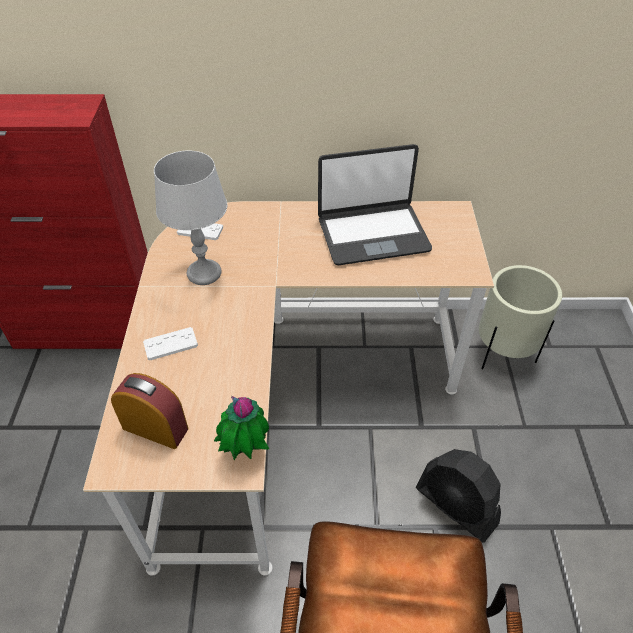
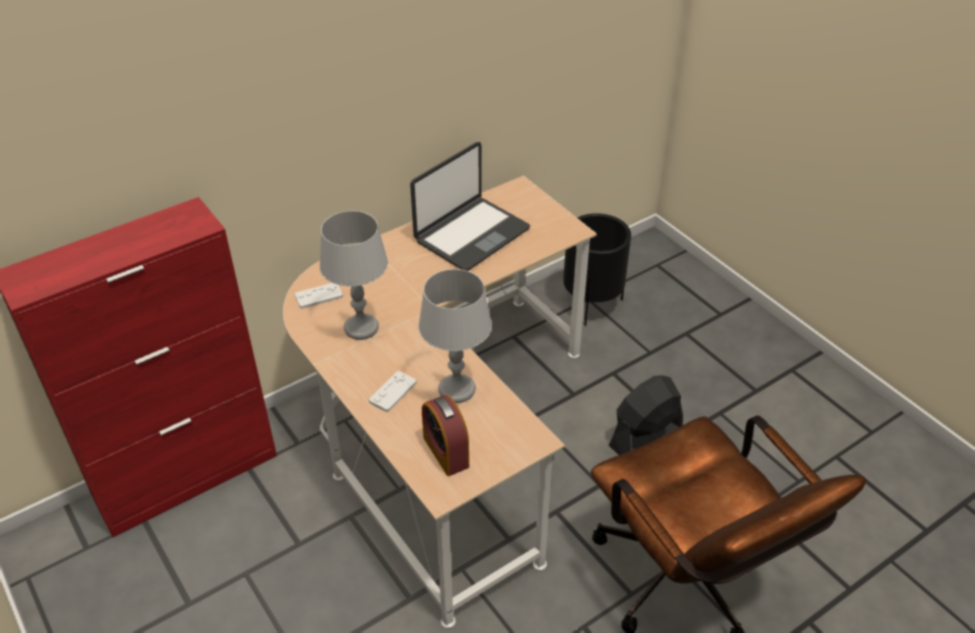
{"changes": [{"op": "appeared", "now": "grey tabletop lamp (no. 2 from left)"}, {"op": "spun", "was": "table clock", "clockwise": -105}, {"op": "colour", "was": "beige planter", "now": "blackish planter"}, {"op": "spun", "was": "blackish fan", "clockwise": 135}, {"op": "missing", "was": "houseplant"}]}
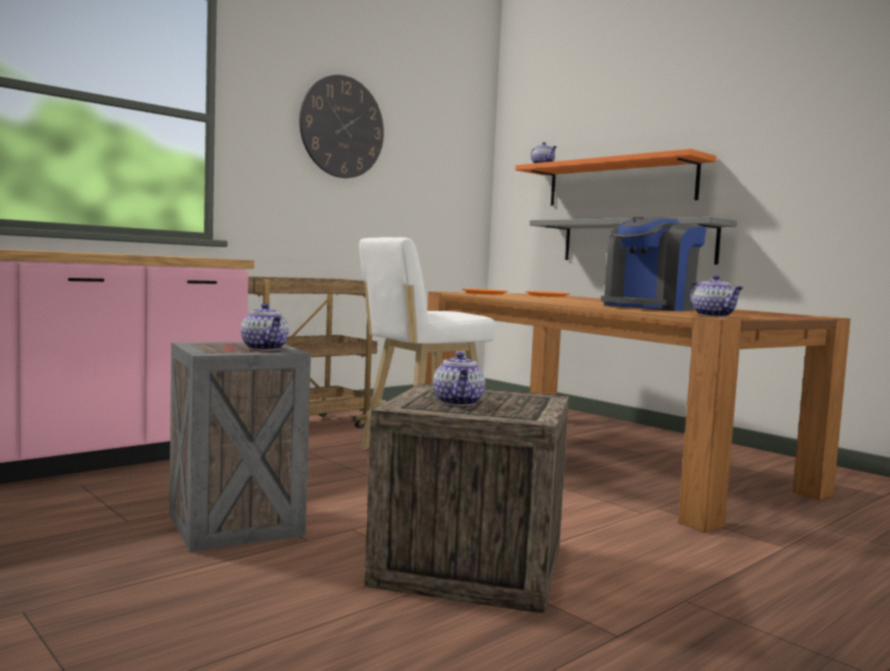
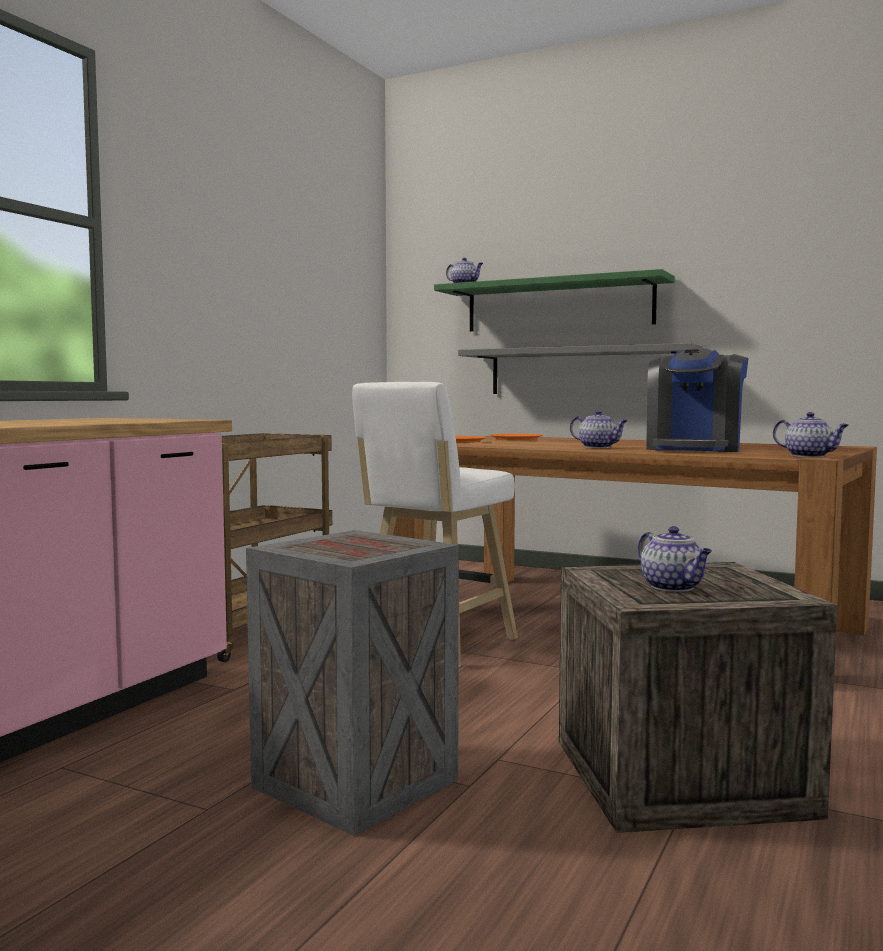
{"changes": [{"op": "colour", "was": "orange shelf", "now": "green shelf"}, {"op": "relocated", "was": "tea pot (no. 1 from left in the first image)", "now": "tea pot (no. 2 from left)"}, {"op": "missing", "was": "hanging clock"}]}
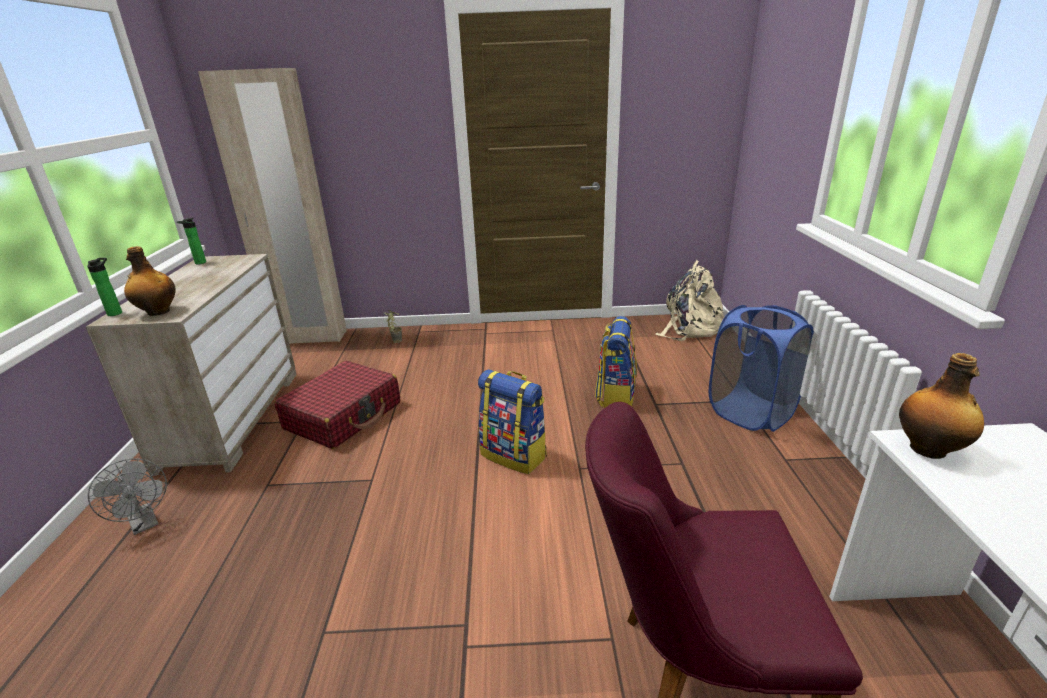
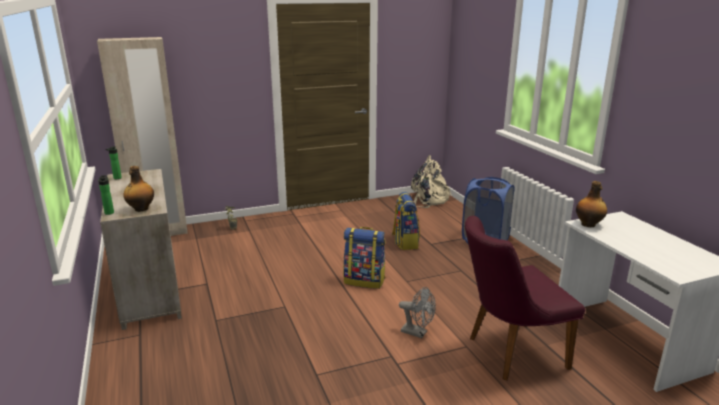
{"changes": [{"op": "relocated", "was": "grey fan"}, {"op": "missing", "was": "red suitcase"}]}
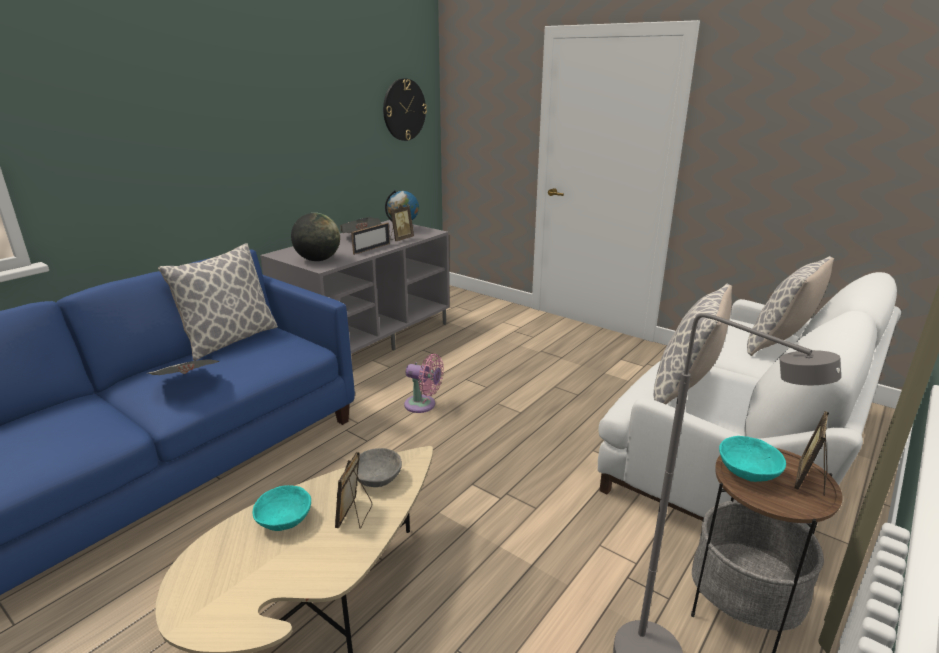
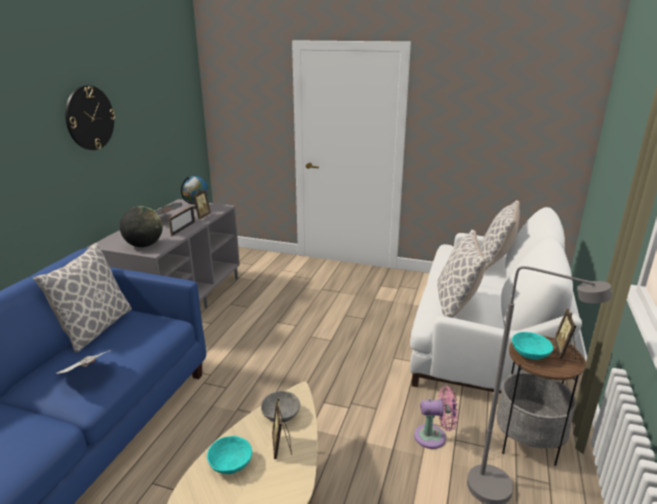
{"changes": [{"op": "relocated", "was": "hanging clock"}, {"op": "relocated", "was": "pink-coloured fan"}]}
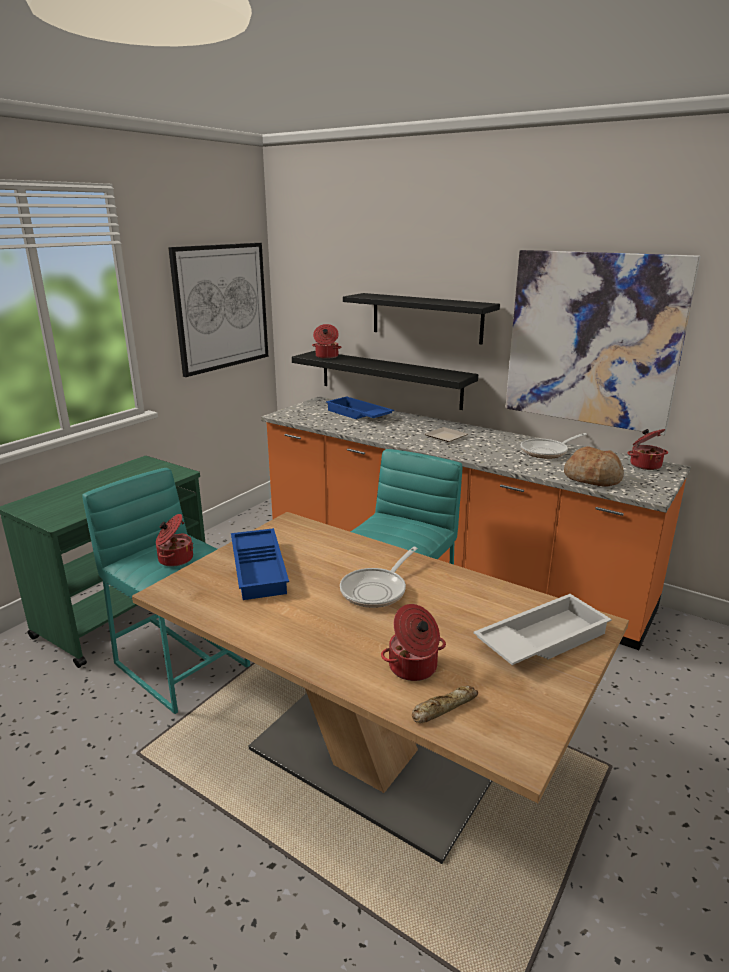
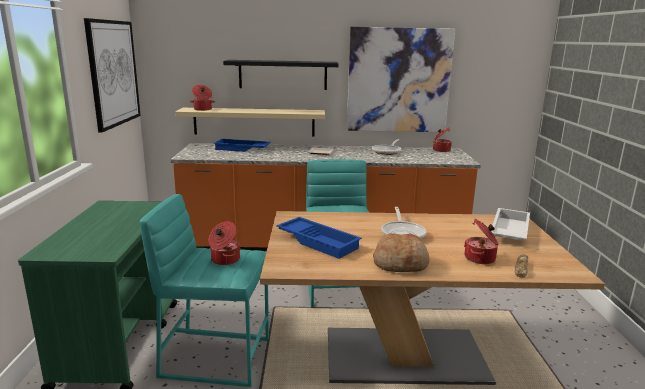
{"changes": [{"op": "colour", "was": "blackish shelf (no. 1 from left)", "now": "beige shelf"}, {"op": "relocated", "was": "baked bread (no. 2 from left in the first image)", "now": "baked bread (no. 1 from left)"}]}
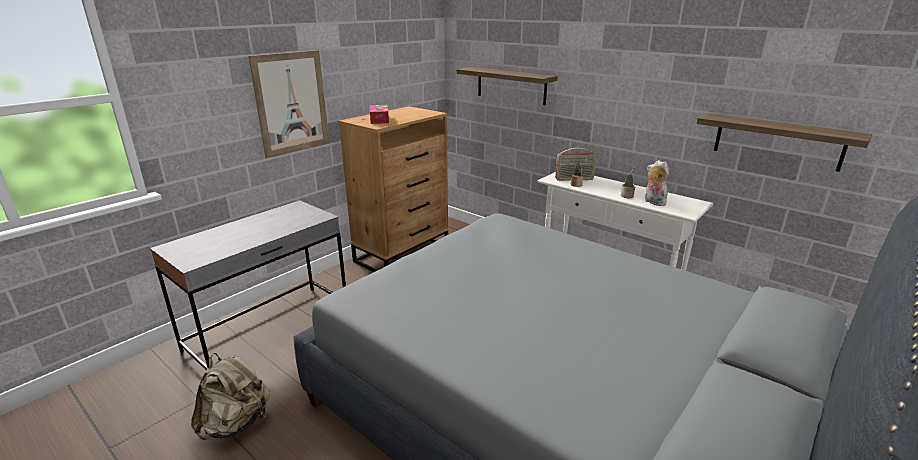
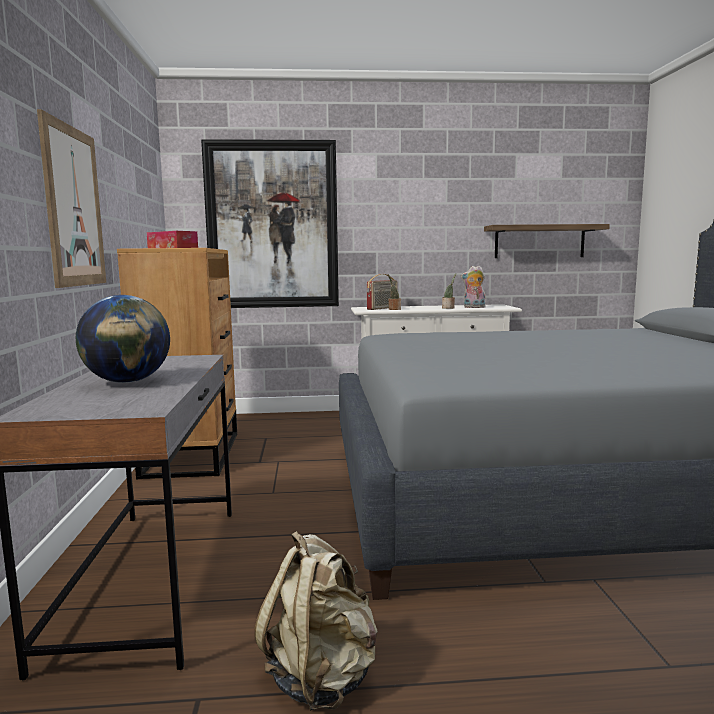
{"changes": [{"op": "appeared", "now": "globe"}, {"op": "exchanged", "was": "shelf (no. 1 from left)", "now": "wall picture (no. 2 from left)"}]}
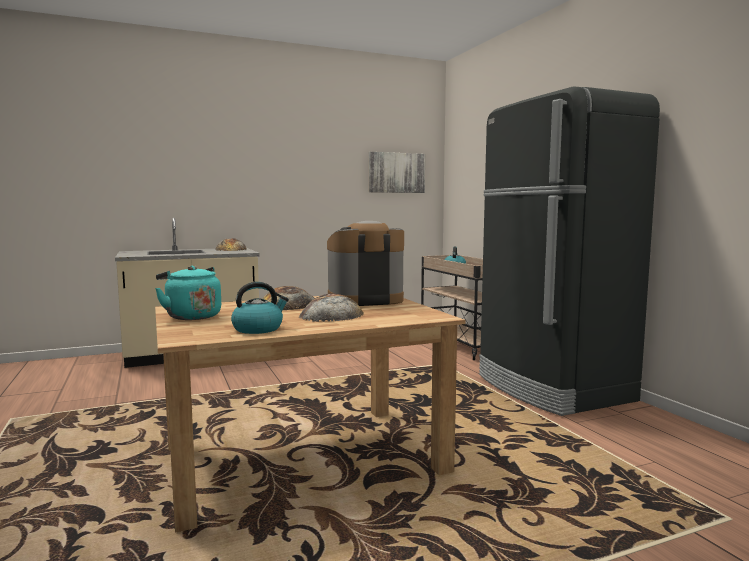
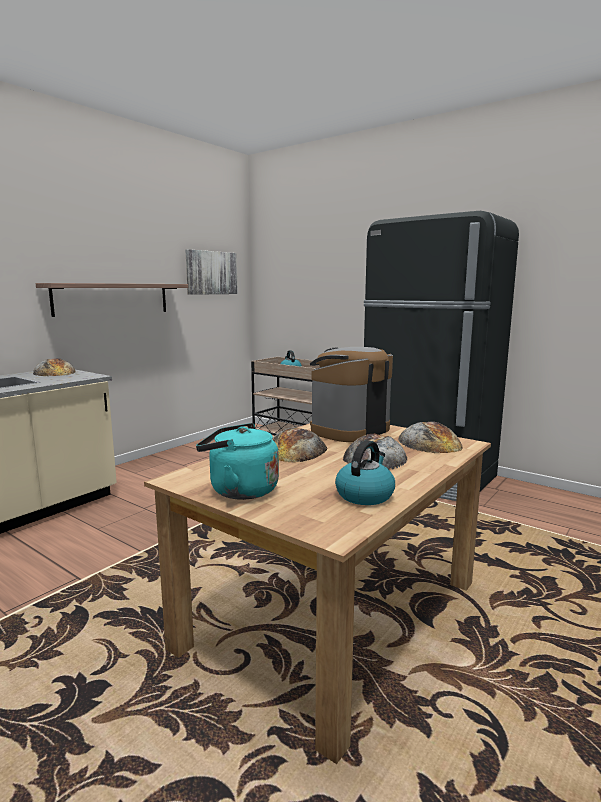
{"changes": [{"op": "appeared", "now": "shelf"}, {"op": "appeared", "now": "baked bread (no. 4 from left)"}]}
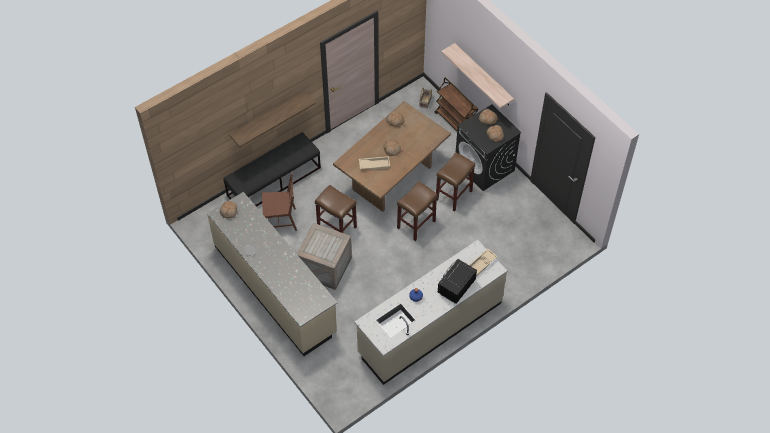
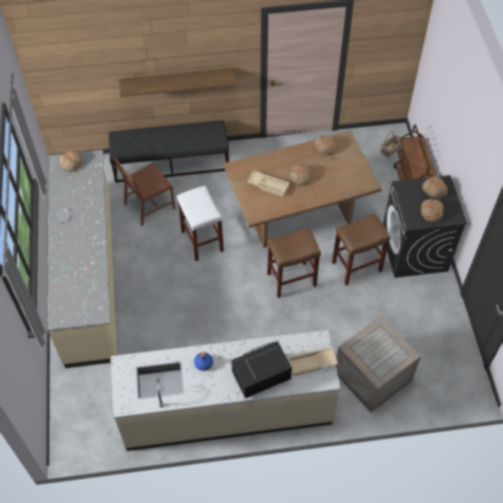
{"changes": [{"op": "spun", "was": "brown plain chair", "clockwise": 120}, {"op": "colour", "was": "brown stool (no. 1 from left)", "now": "white-coloured stool"}, {"op": "relocated", "was": "packing crate"}, {"op": "missing", "was": "shelf (no. 2 from left)"}]}
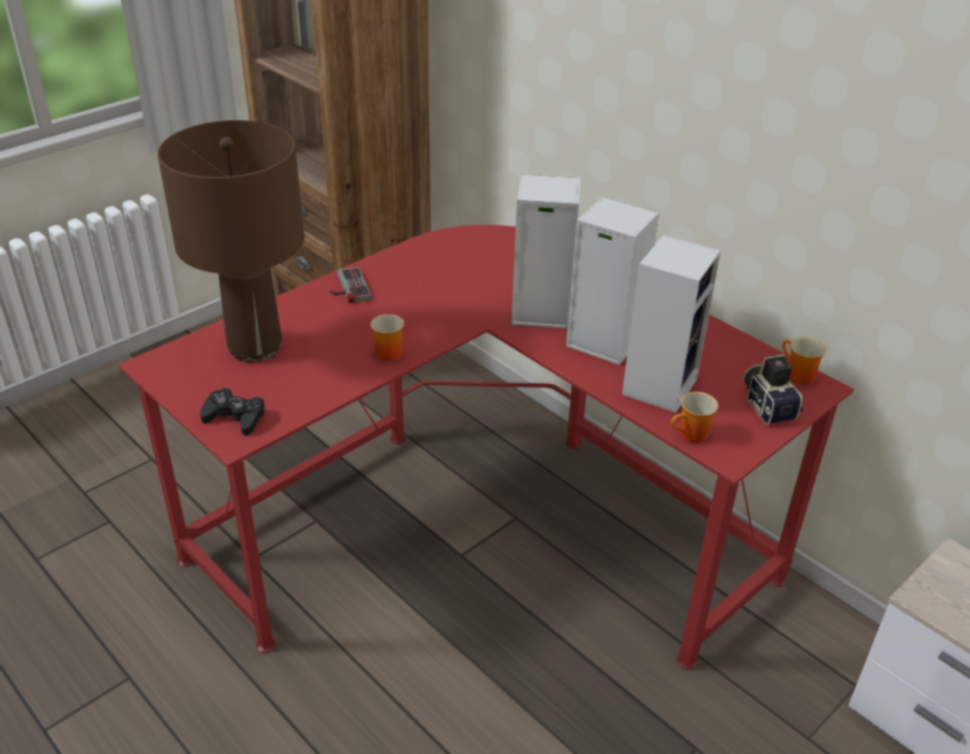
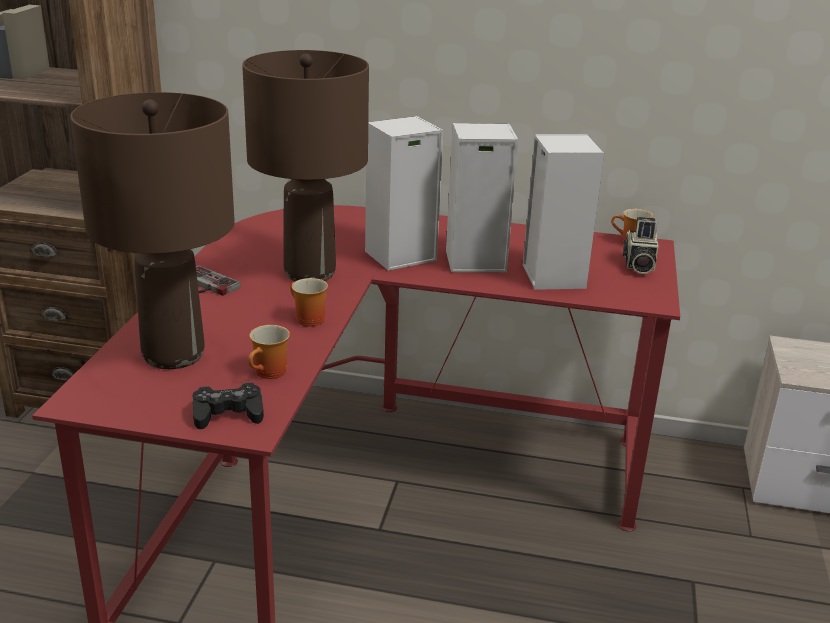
{"changes": [{"op": "appeared", "now": "brown tabletop lamp (no. 2 from left)"}, {"op": "relocated", "was": "tea mug (no. 2 from left in the first image)", "now": "tea mug (no. 1 from left)"}, {"op": "spun", "was": "still camera", "clockwise": -120}]}
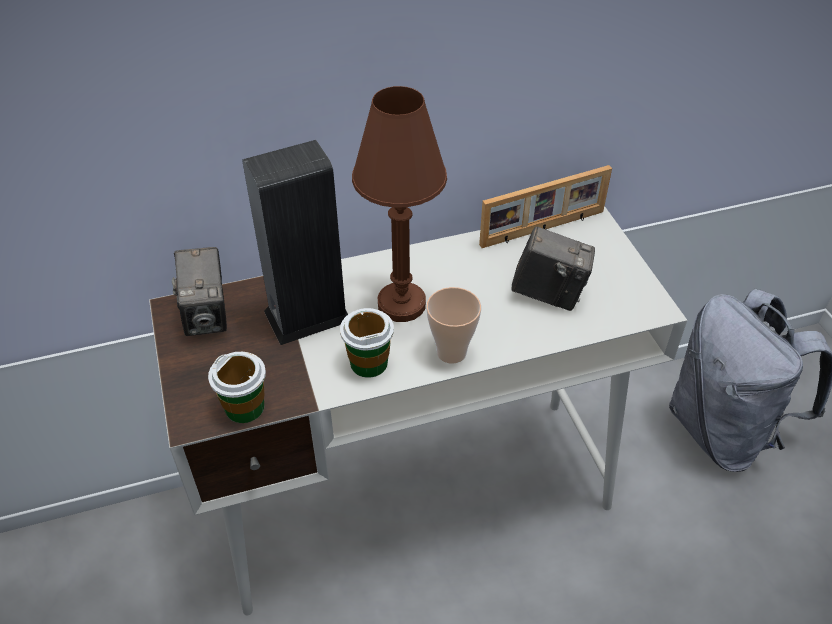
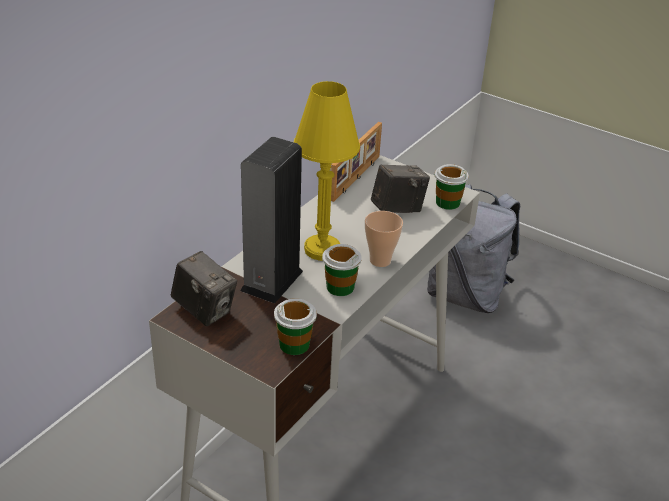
{"changes": [{"op": "colour", "was": "brown tabletop lamp", "now": "yellow tabletop lamp"}, {"op": "appeared", "now": "small cup (no. 4 from left)"}]}
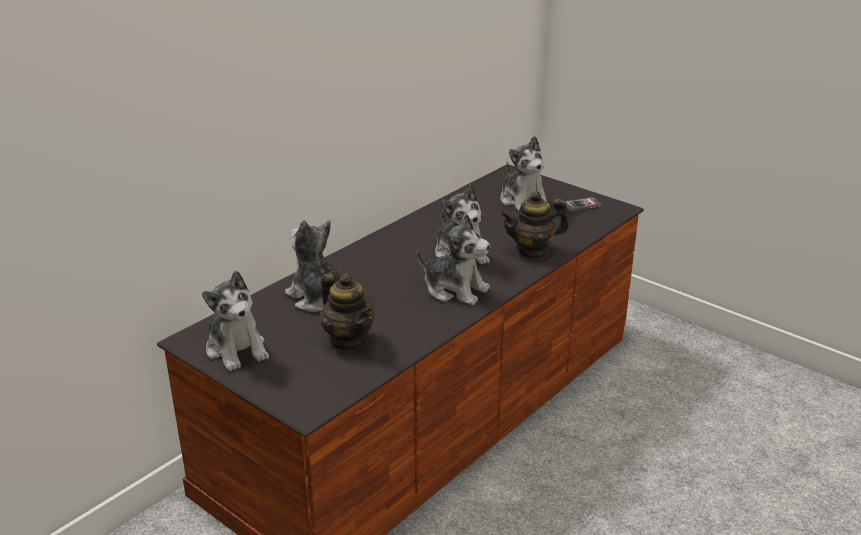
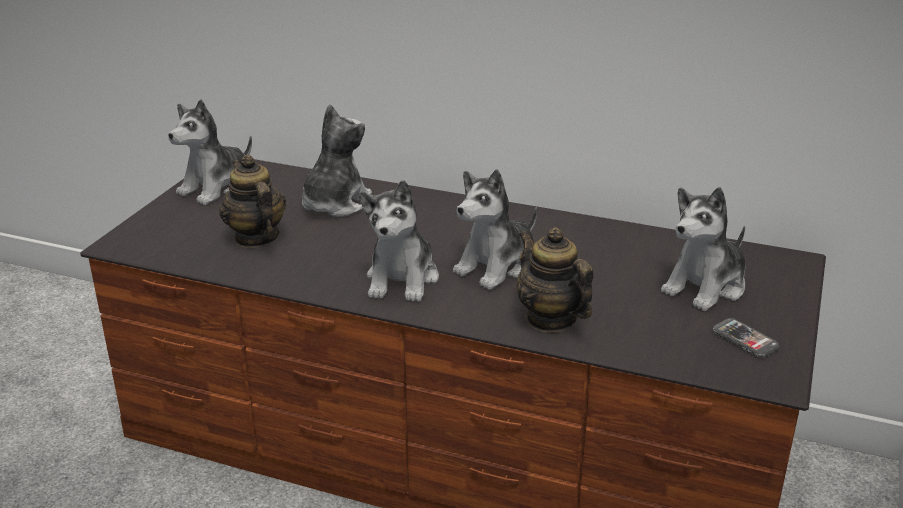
{"changes": [{"op": "spun", "was": "tea pot (no. 1 from left)", "clockwise": 120}]}
